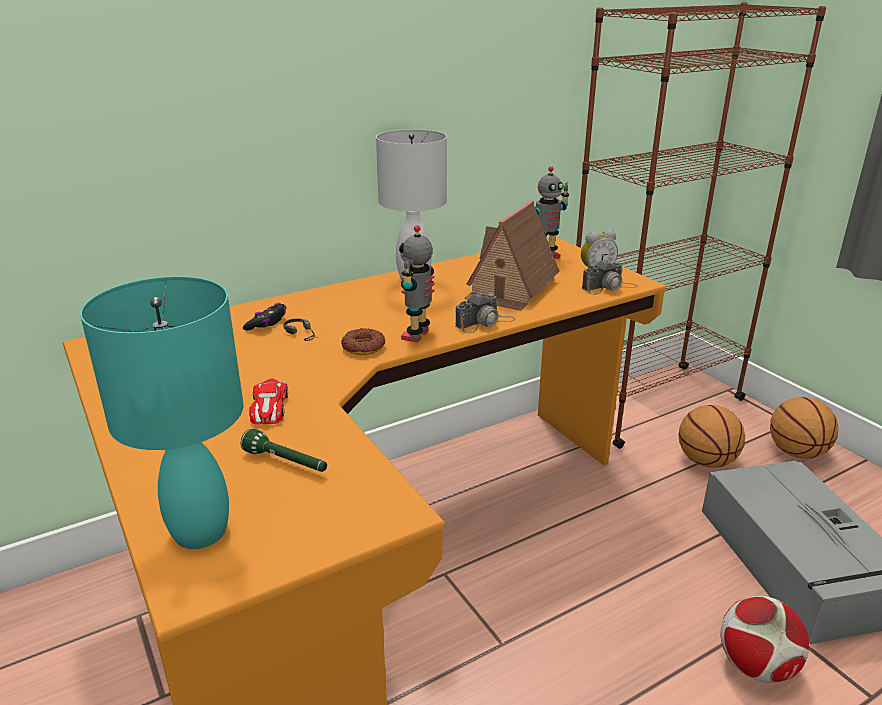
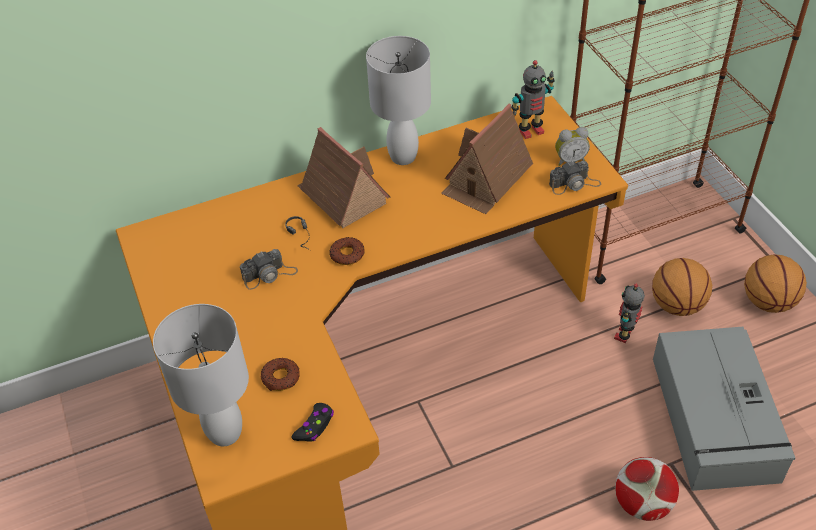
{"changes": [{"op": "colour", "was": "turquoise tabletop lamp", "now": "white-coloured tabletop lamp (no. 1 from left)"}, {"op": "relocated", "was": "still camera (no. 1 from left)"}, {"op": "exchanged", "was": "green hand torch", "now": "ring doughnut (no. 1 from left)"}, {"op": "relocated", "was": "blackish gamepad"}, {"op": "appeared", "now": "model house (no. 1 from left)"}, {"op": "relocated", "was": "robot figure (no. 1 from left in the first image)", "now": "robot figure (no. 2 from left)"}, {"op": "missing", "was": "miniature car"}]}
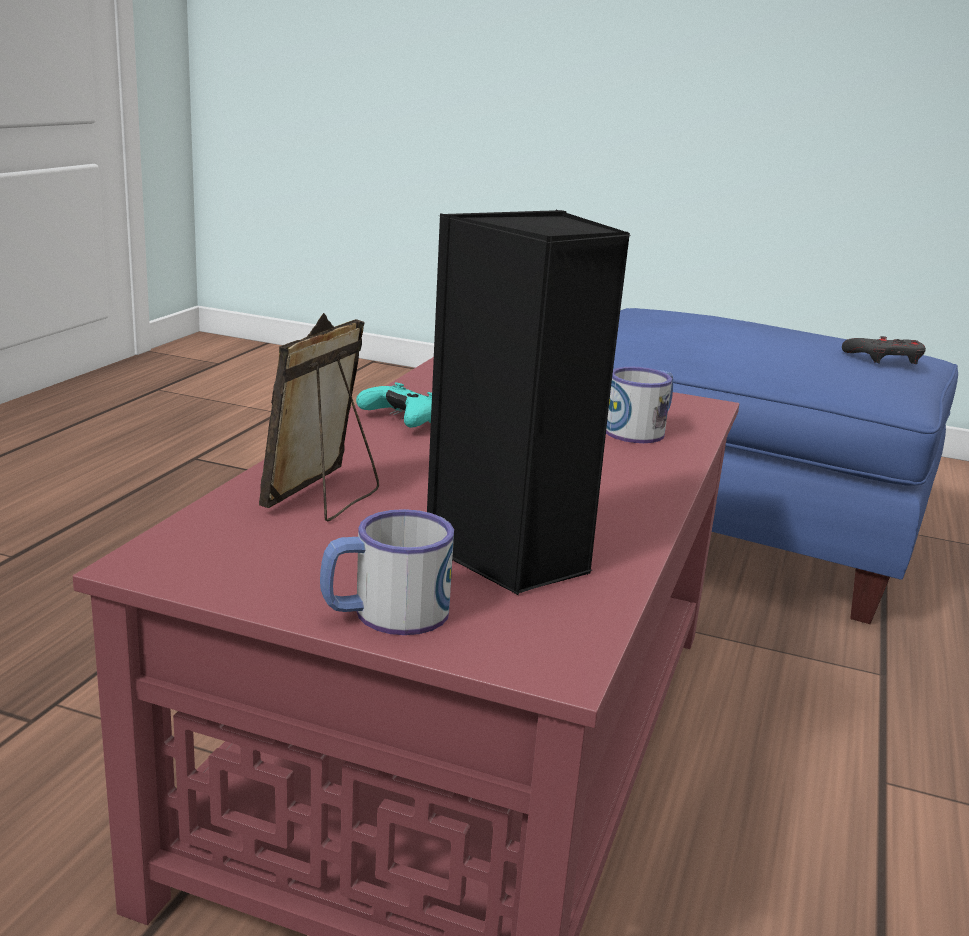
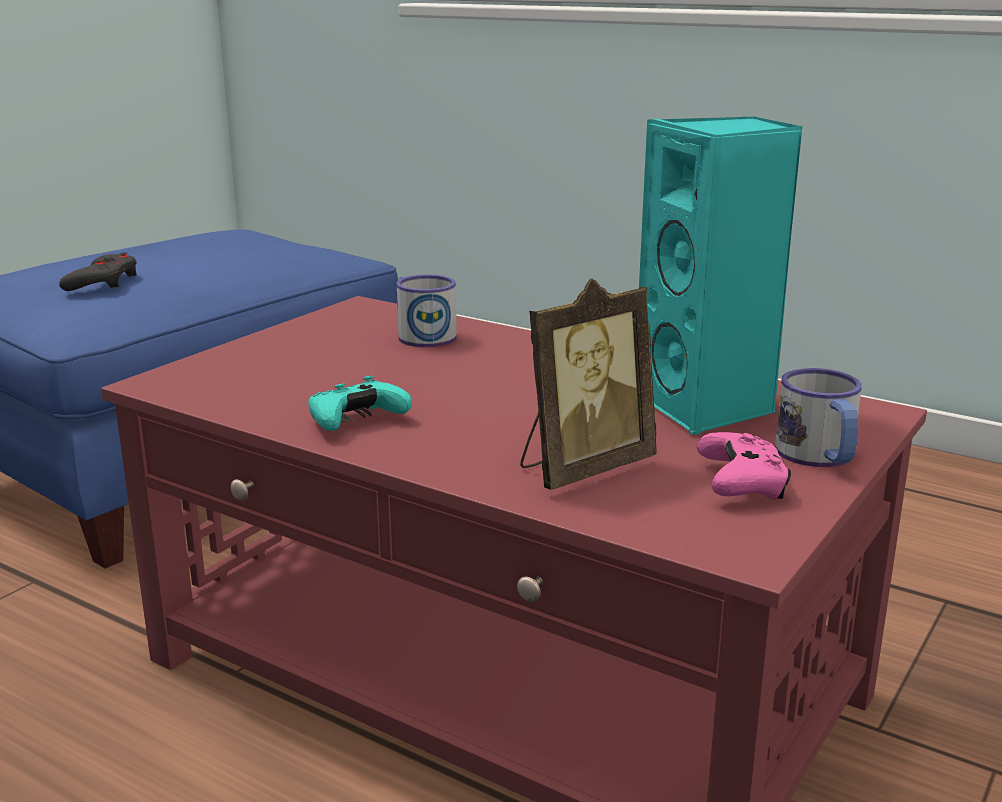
{"changes": [{"op": "relocated", "was": "grey gamepad"}, {"op": "spun", "was": "standing frame", "clockwise": -75}, {"op": "colour", "was": "blackish audio speaker", "now": "turquoise audio speaker"}, {"op": "appeared", "now": "pink-coloured gamepad"}]}
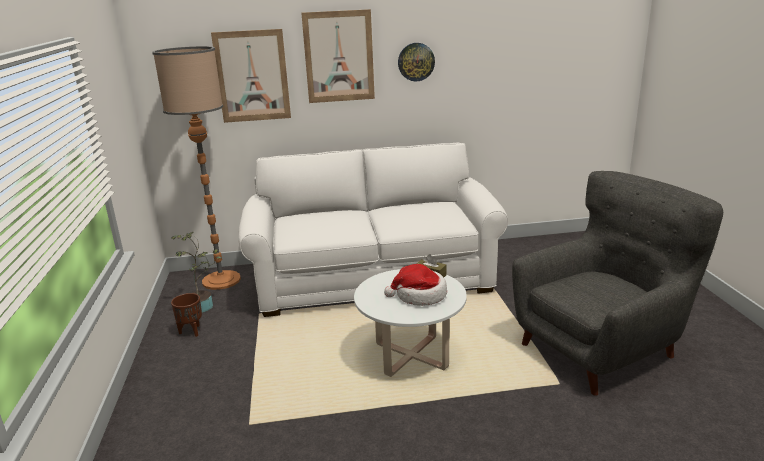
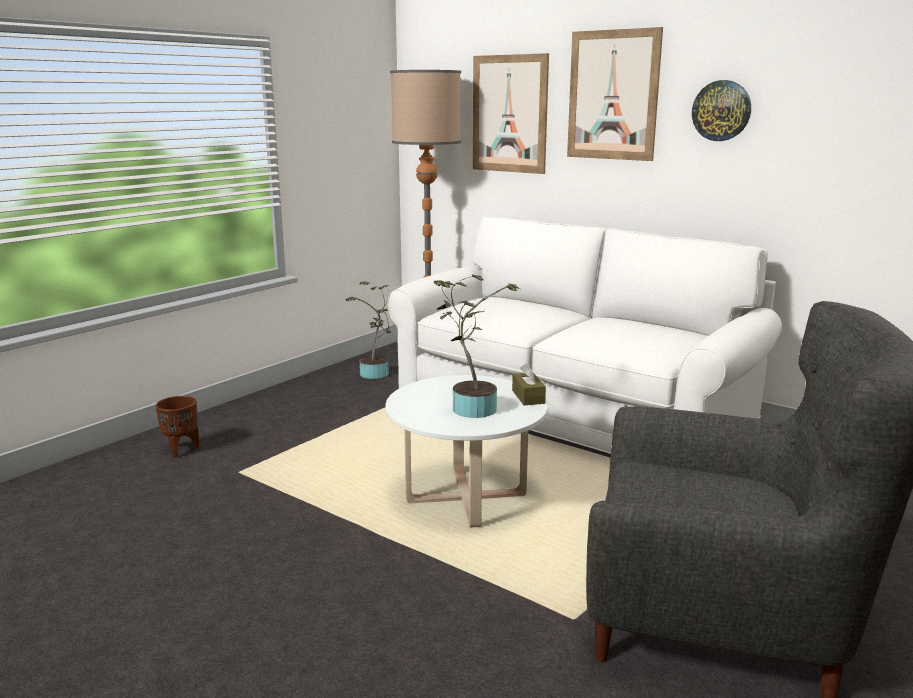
{"changes": [{"op": "relocated", "was": "brown planter"}, {"op": "exchanged", "was": "clothing hat", "now": "houseplant (no. 2 from left)"}]}
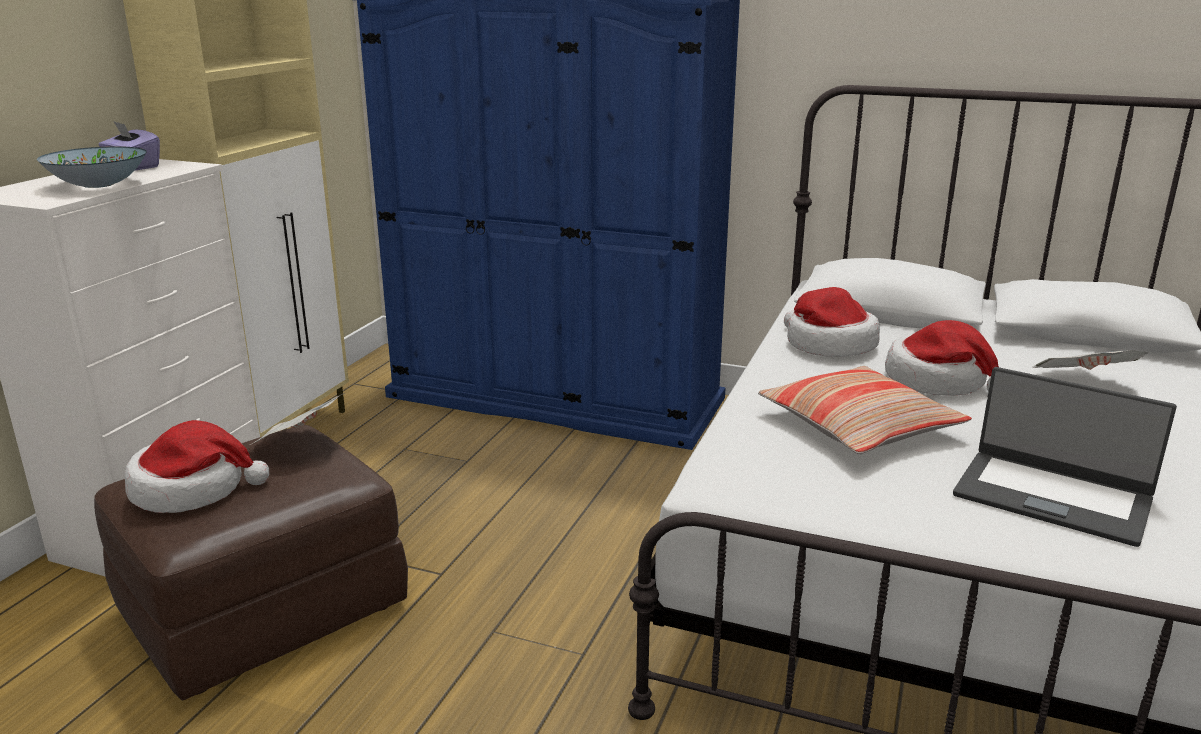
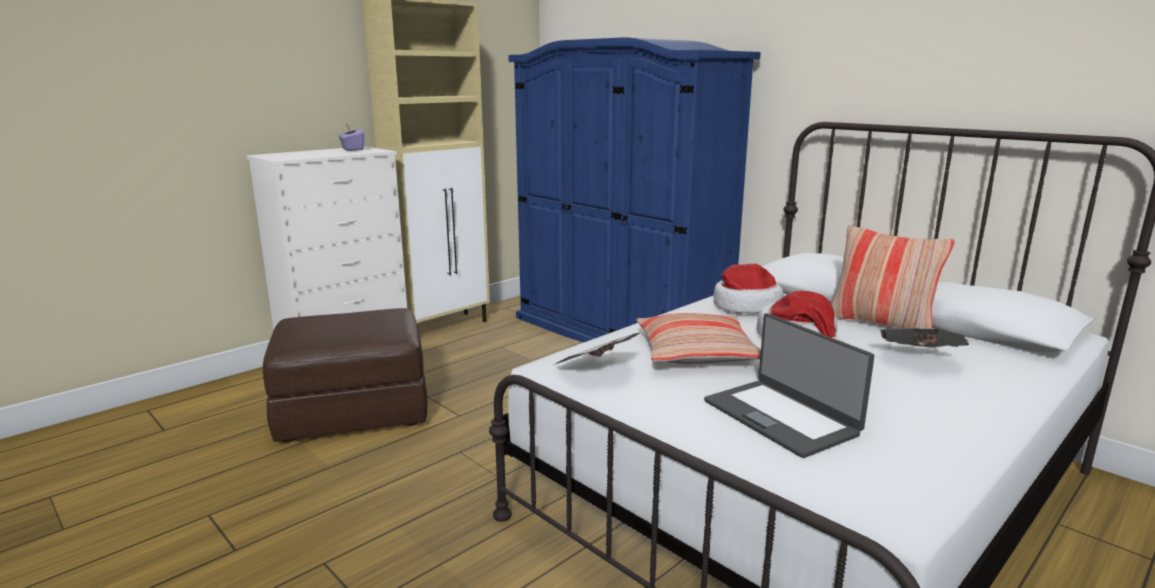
{"changes": [{"op": "relocated", "was": "newspaper (no. 1 from left)"}, {"op": "appeared", "now": "cushion (no. 2 from left)"}, {"op": "missing", "was": "deep dish"}, {"op": "missing", "was": "clothing hat (no. 1 from left)"}]}
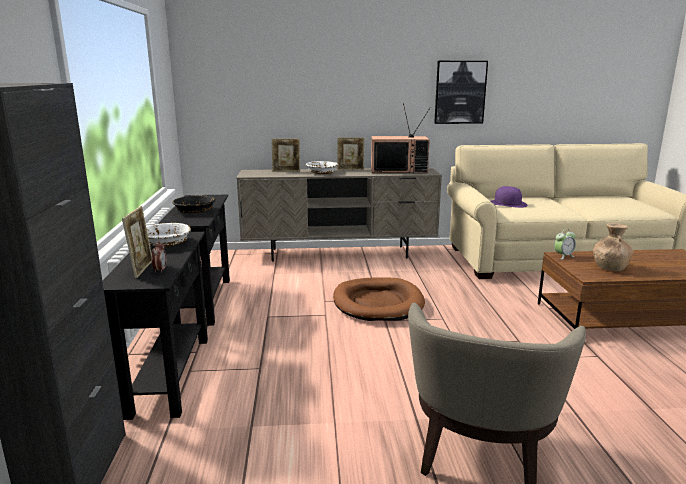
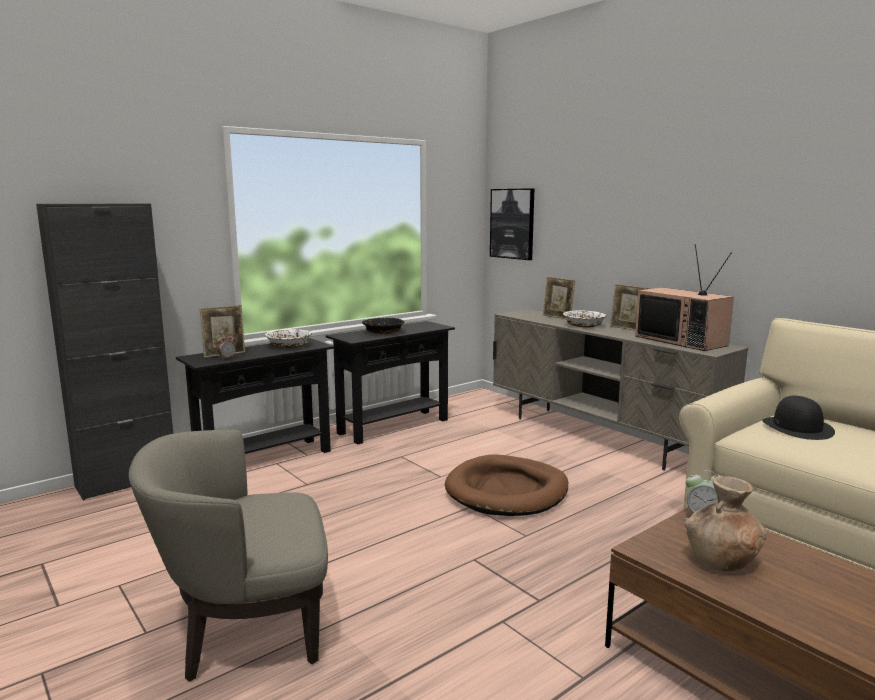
{"changes": [{"op": "relocated", "was": "wall picture"}, {"op": "colour", "was": "purple clothing hat", "now": "blackish clothing hat"}]}
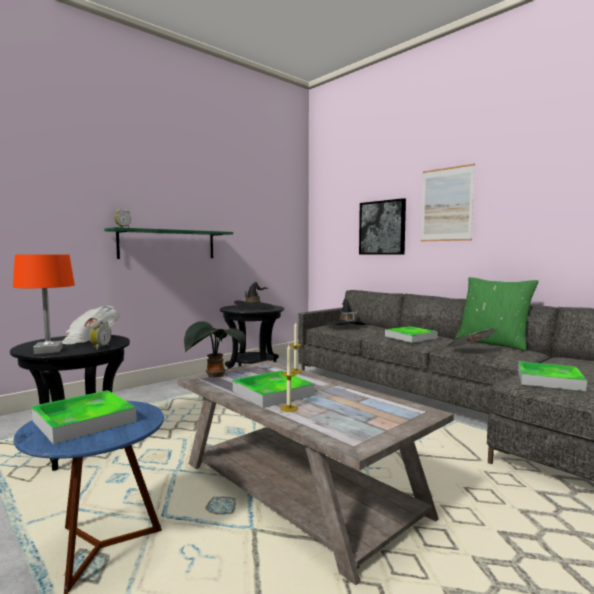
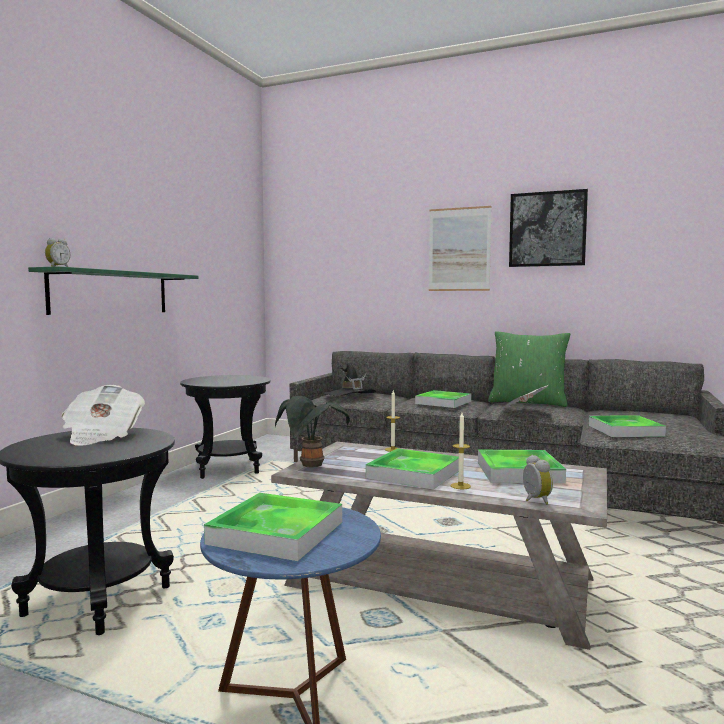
{"changes": [{"op": "appeared", "now": "carrying tray (no. 4 from left)"}, {"op": "relocated", "was": "wall picture (no. 1 from left in the first image)", "now": "wall picture (no. 2 from left)"}, {"op": "relocated", "was": "table clock (no. 1 from left in the first image)", "now": "table clock (no. 2 from left)"}, {"op": "missing", "was": "orange tabletop lamp"}, {"op": "missing", "was": "blackish clothing hat (no. 1 from left)"}]}
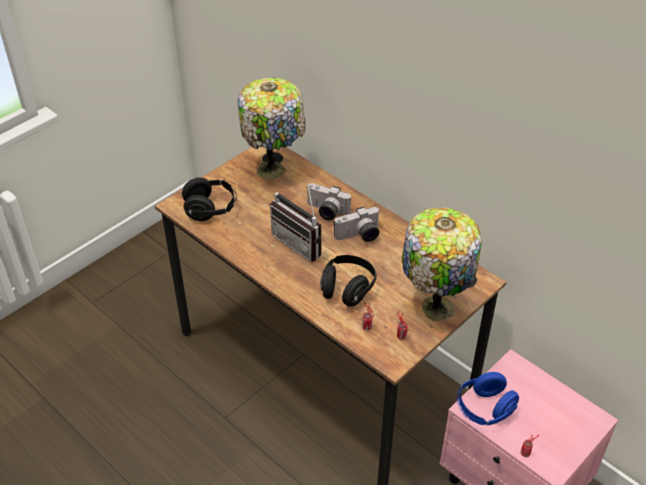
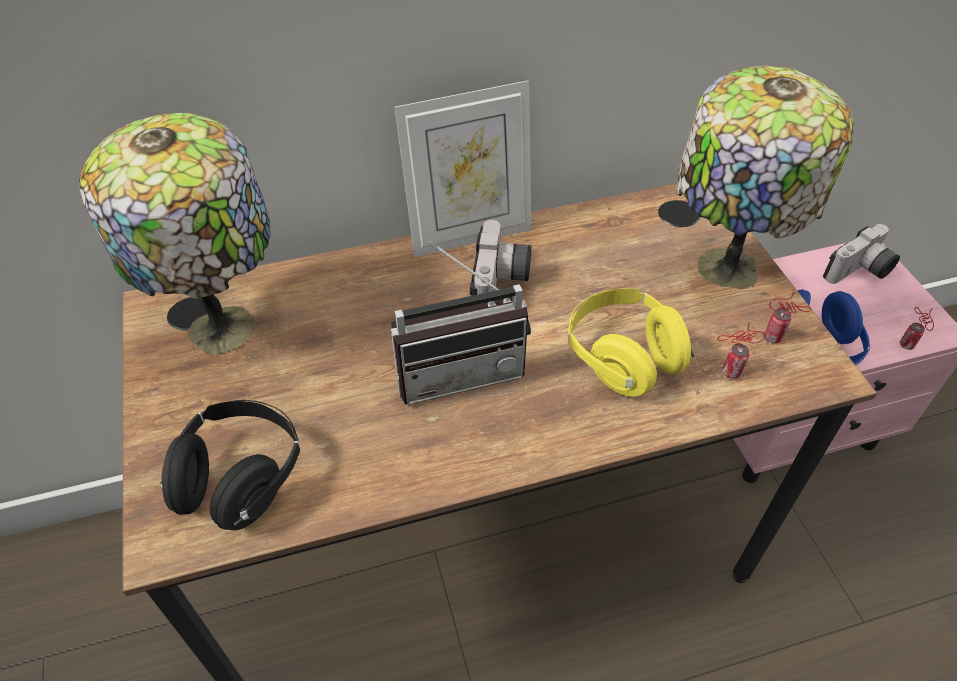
{"changes": [{"op": "appeared", "now": "standing frame"}, {"op": "colour", "was": "blackish pair of headphones (no. 2 from left)", "now": "yellow pair of headphones"}, {"op": "relocated", "was": "still camera (no. 1 from left in the first image)", "now": "still camera (no. 2 from left)"}]}
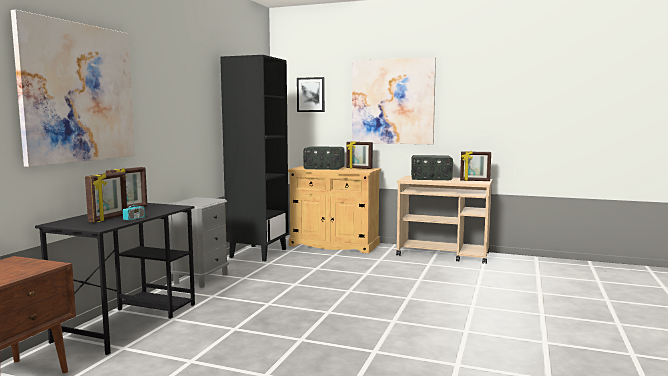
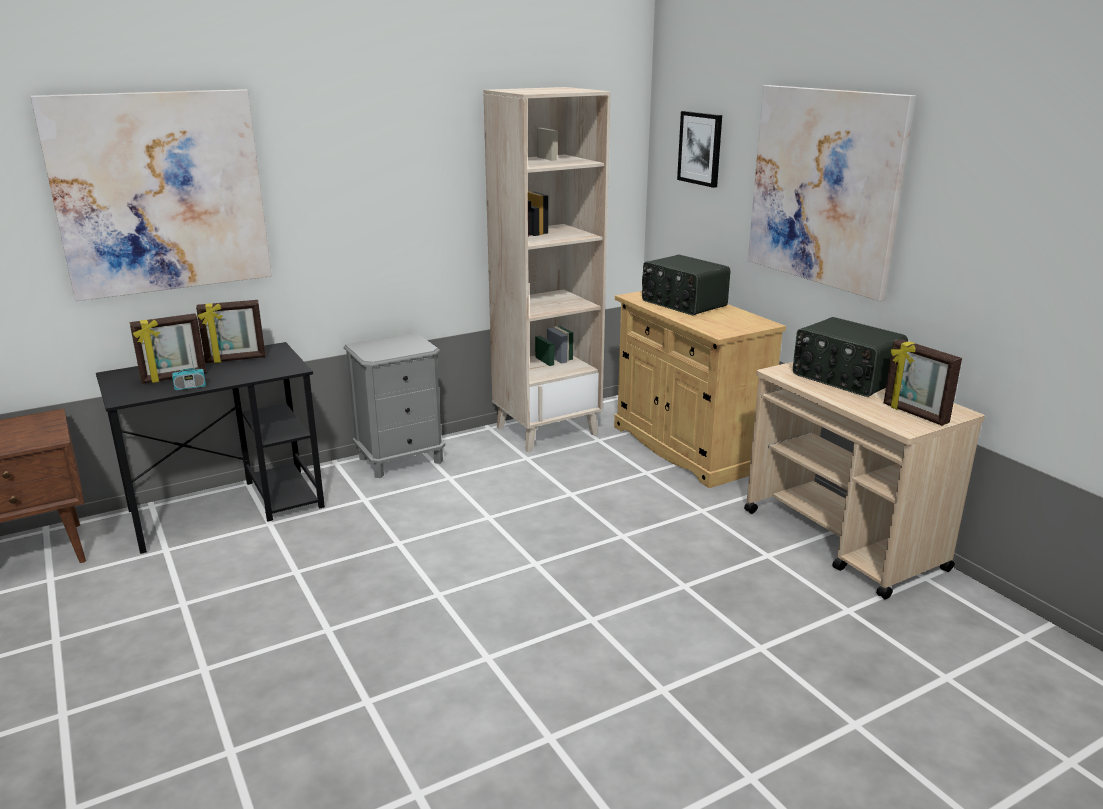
{"changes": [{"op": "colour", "was": "blackish bookshelf", "now": "beige bookshelf"}, {"op": "missing", "was": "standing frame (no. 3 from left)"}]}
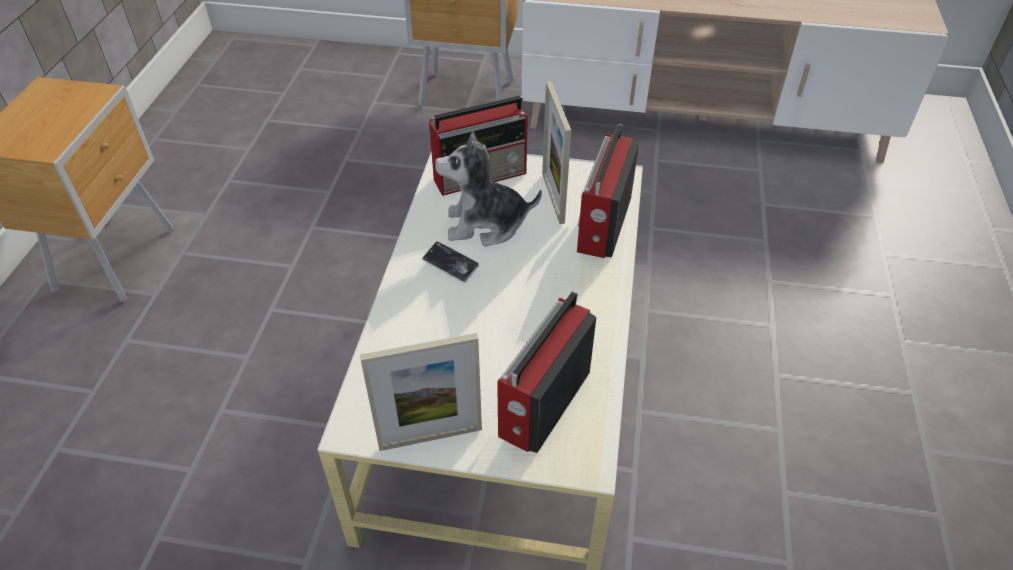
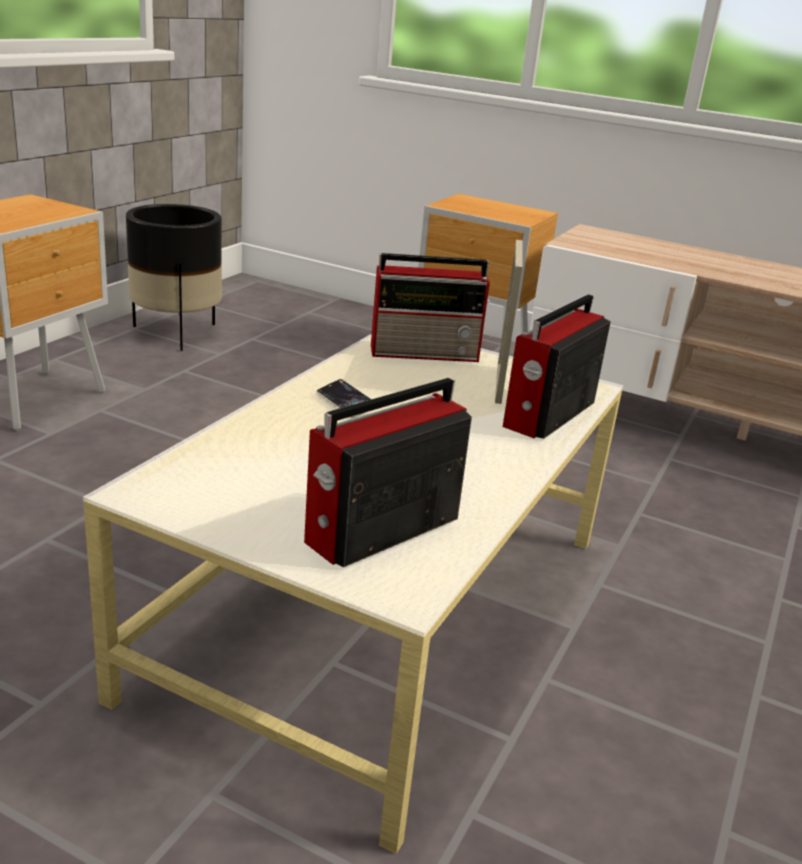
{"changes": [{"op": "appeared", "now": "blackish planter"}, {"op": "missing", "was": "standing frame (no. 1 from left)"}, {"op": "missing", "was": "cuddly toy"}]}
